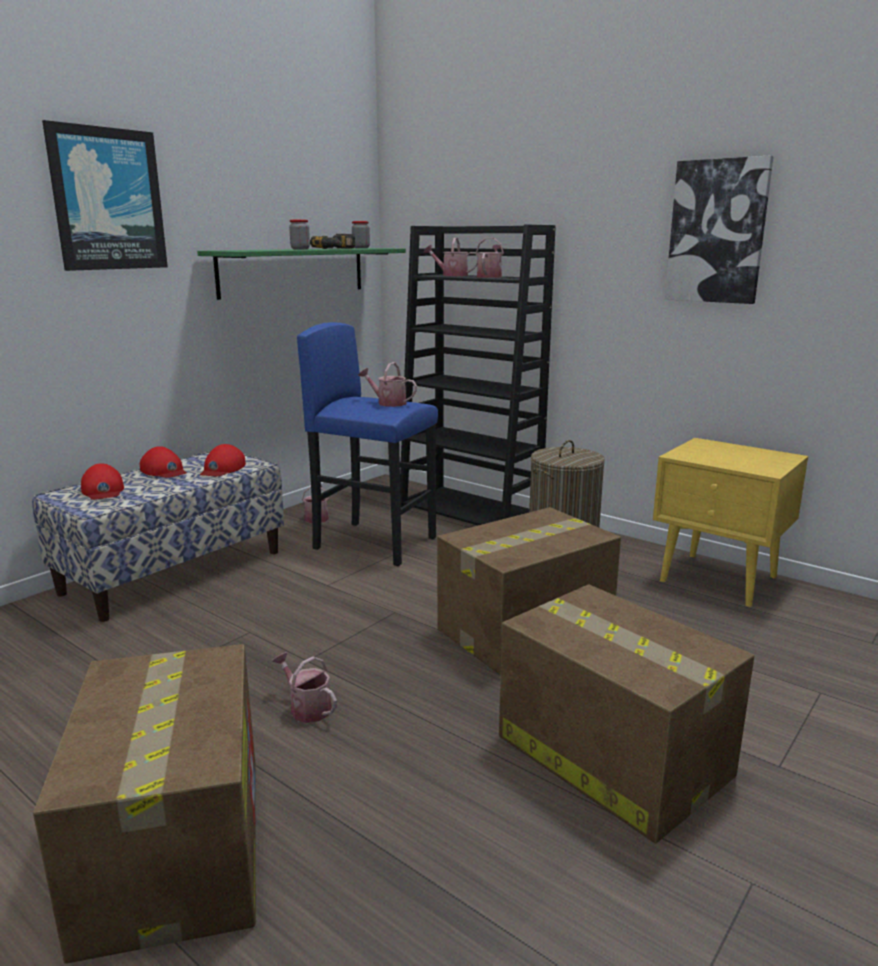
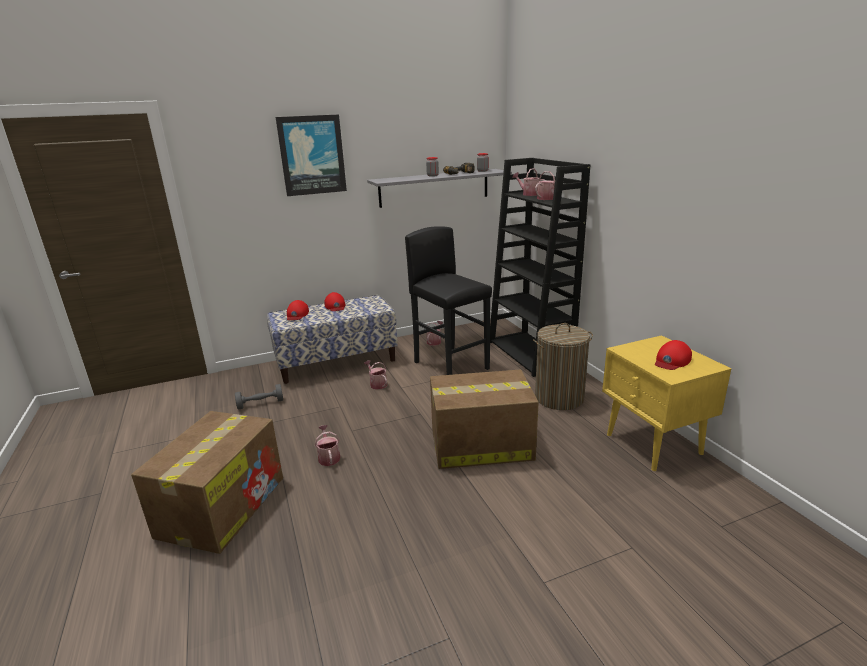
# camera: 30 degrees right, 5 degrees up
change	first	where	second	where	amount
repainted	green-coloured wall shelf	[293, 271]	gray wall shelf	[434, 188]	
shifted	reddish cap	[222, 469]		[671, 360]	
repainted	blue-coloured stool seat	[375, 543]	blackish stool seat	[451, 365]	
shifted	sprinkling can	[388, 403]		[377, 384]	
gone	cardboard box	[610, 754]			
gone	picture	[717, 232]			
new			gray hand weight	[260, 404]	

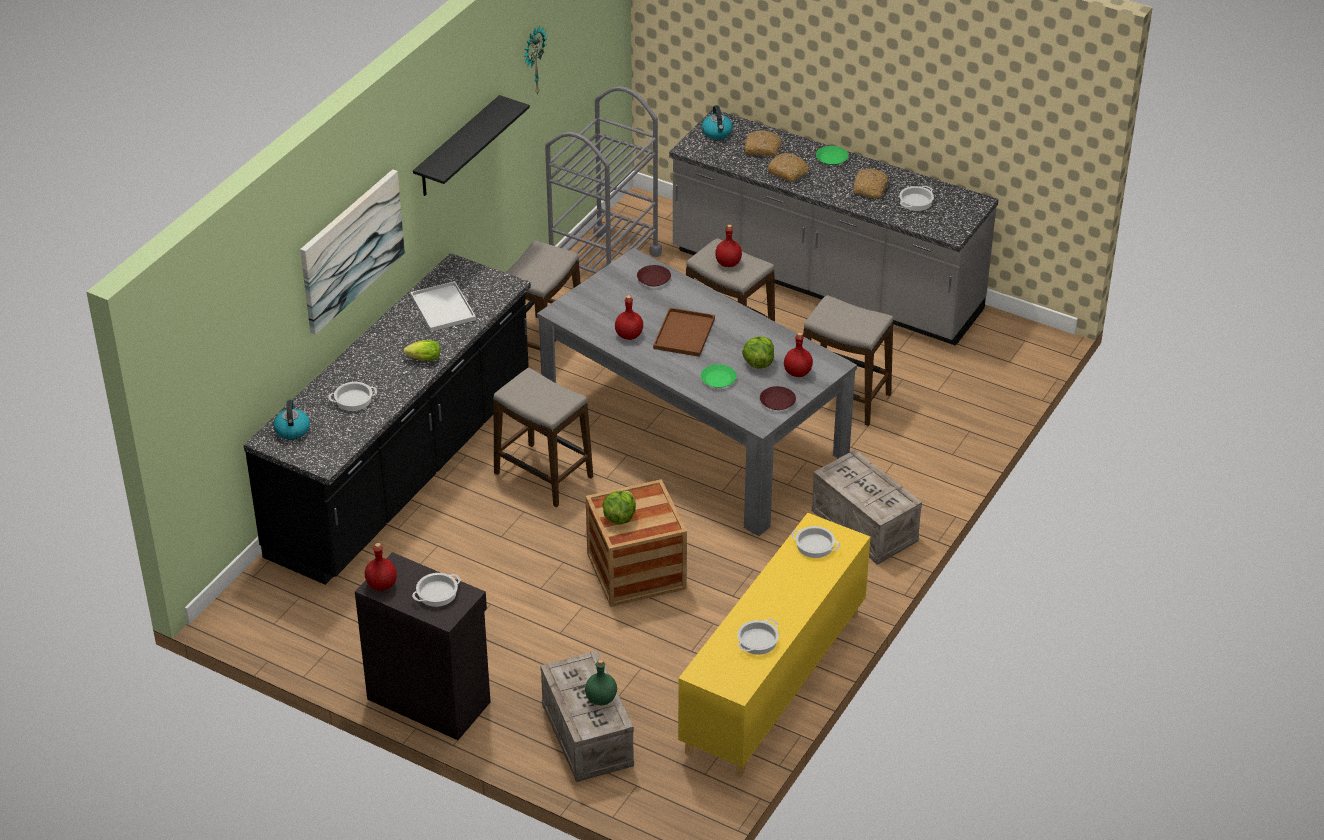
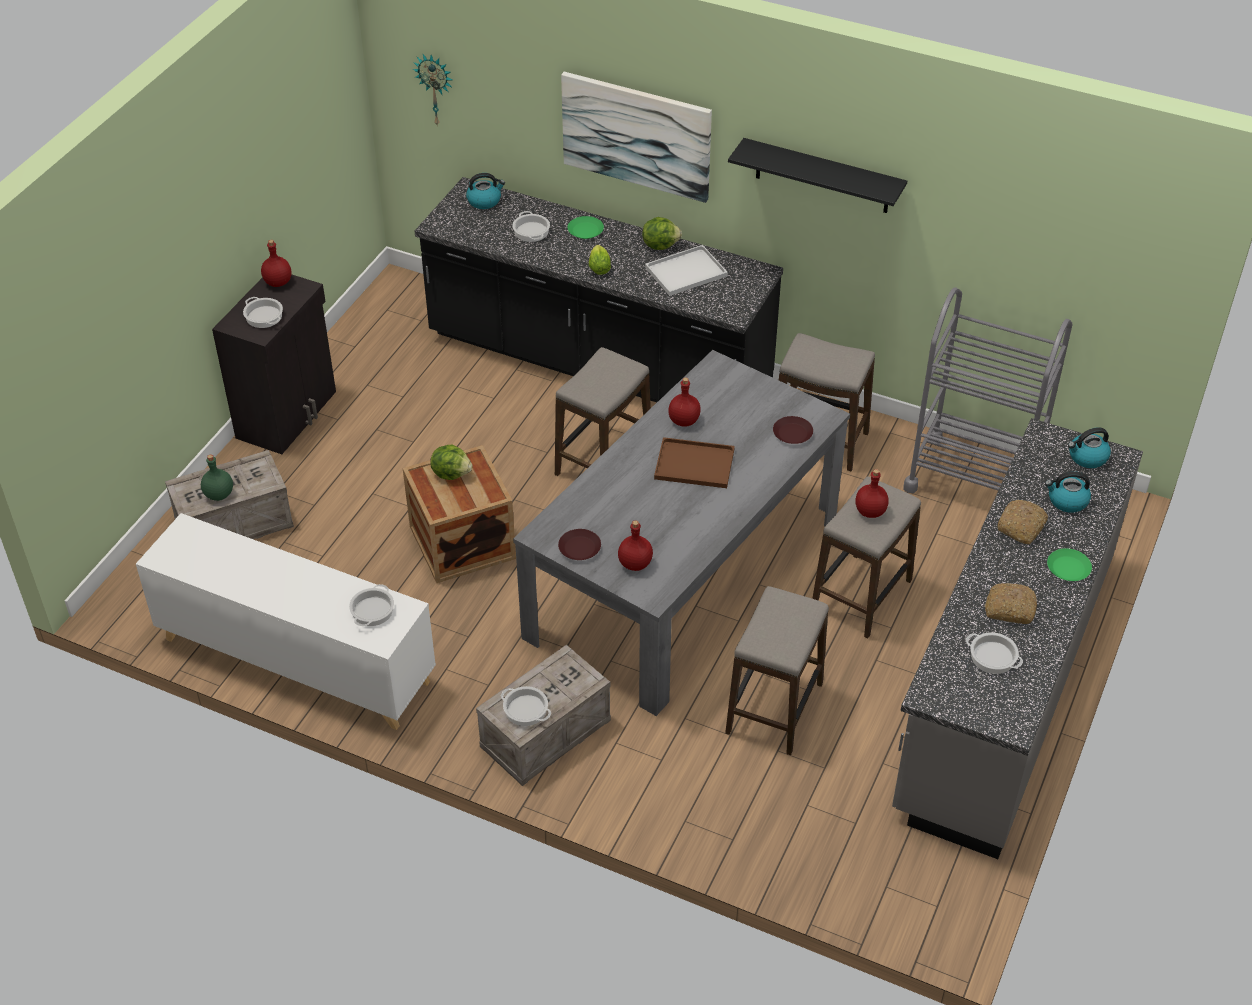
# camera: 85 degrees right, 5 degrees up
change	first	where	second	where	amount
shifted	clock on the wall	[533, 61]		[435, 88]	
repainted	yellow cupboard	[773, 683]	white-coloured cupboard	[295, 660]	
shifted	green-coloured dinner plate	[718, 379]		[586, 230]	
shifted	stockpot	[758, 641]		[525, 710]	
shifted	lettuce head	[758, 363]		[660, 245]	
swapped	bread	[763, 148]	tea kettle	[1067, 501]	

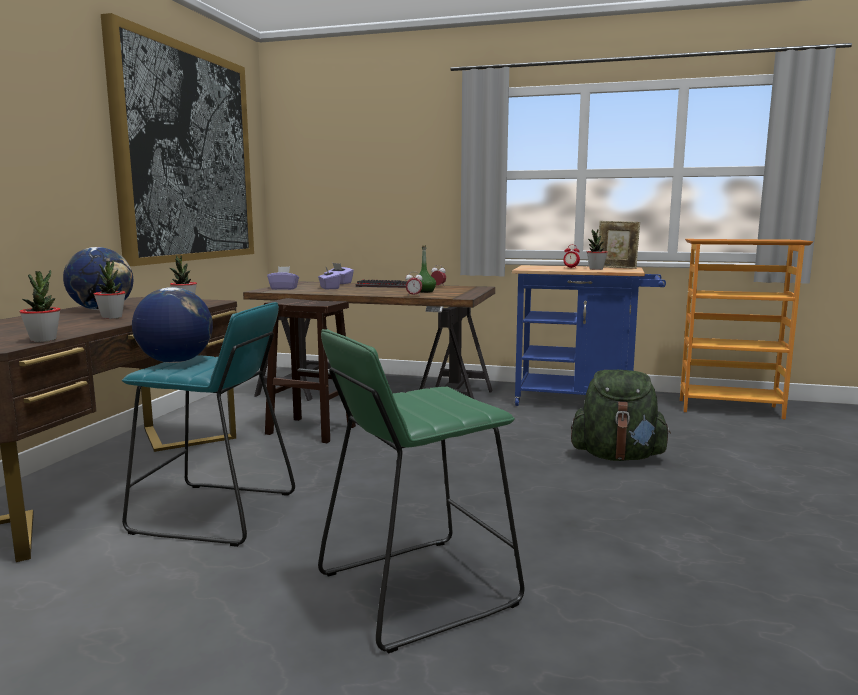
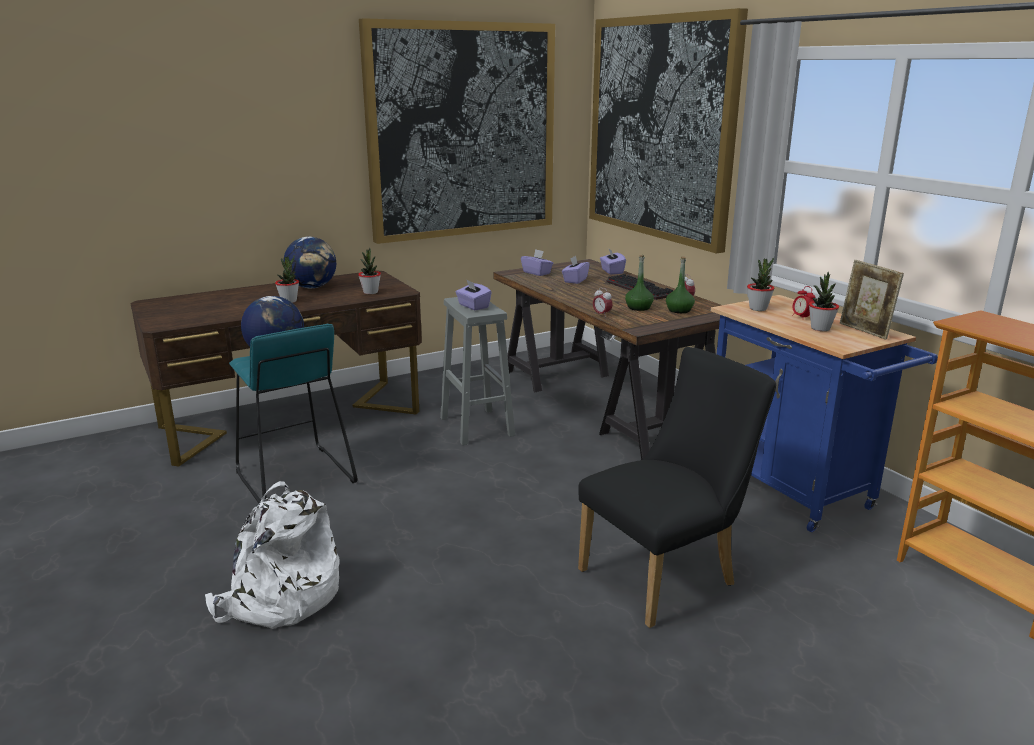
# camera: 45 degrees right, 10 degrees up
change	first	where	second	where	amount
shifted	potted plant	[43, 340]		[758, 308]	
repainted	brown stool seat	[309, 430]	gray stool seat	[476, 426]	
swapped	green-coloured stool seat	[417, 589]	white-coloured rucksack	[279, 598]	
swapped	green-coloured rucksack	[617, 456]	blackish chair	[666, 575]	
new			purple-coloured box of tissues	[473, 306]	
new			picture	[660, 129]	
new			green-coloured bottle	[679, 310]	

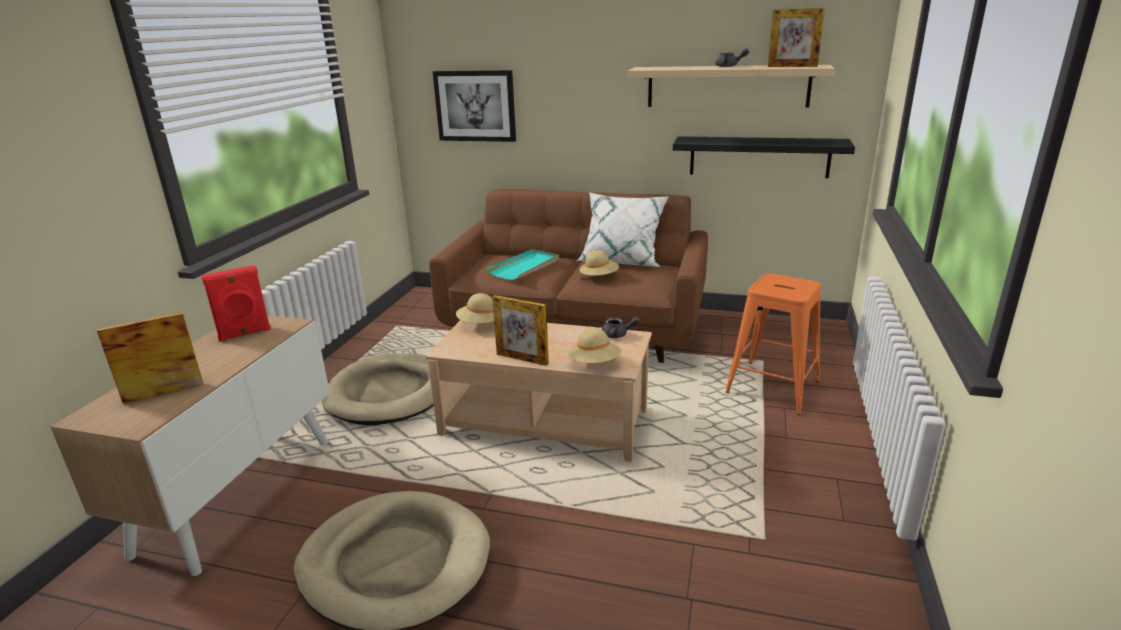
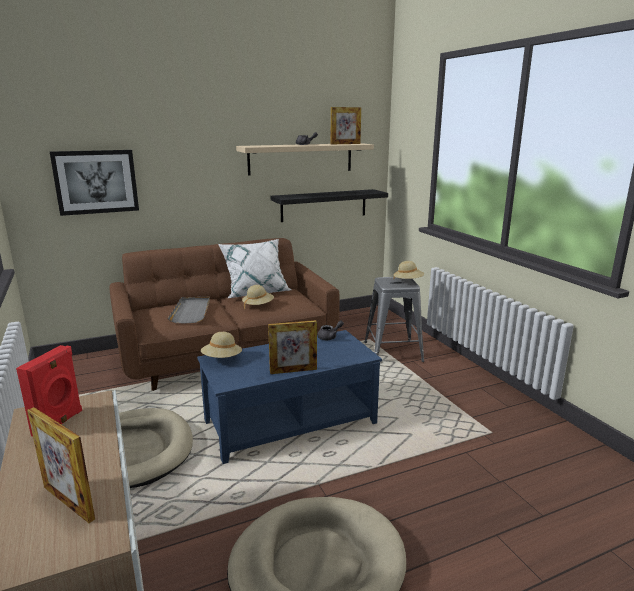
# camera: 40 degrees left, 5 degrees down
change	first	where	second	where	amount
rotated	standing frame	[163, 392]		[68, 502]	75 degrees counterclockwise
repainted	beige-coloured low table	[545, 421]	blue-coloured low table	[290, 421]	
repainted	turquoise-coloured tray	[525, 267]	gray tray	[191, 311]	
shifted	beige-coloured wearable hat	[595, 363]		[408, 281]	
repainted	orange-coloured stool seat	[773, 387]	gray stool seat	[393, 352]	

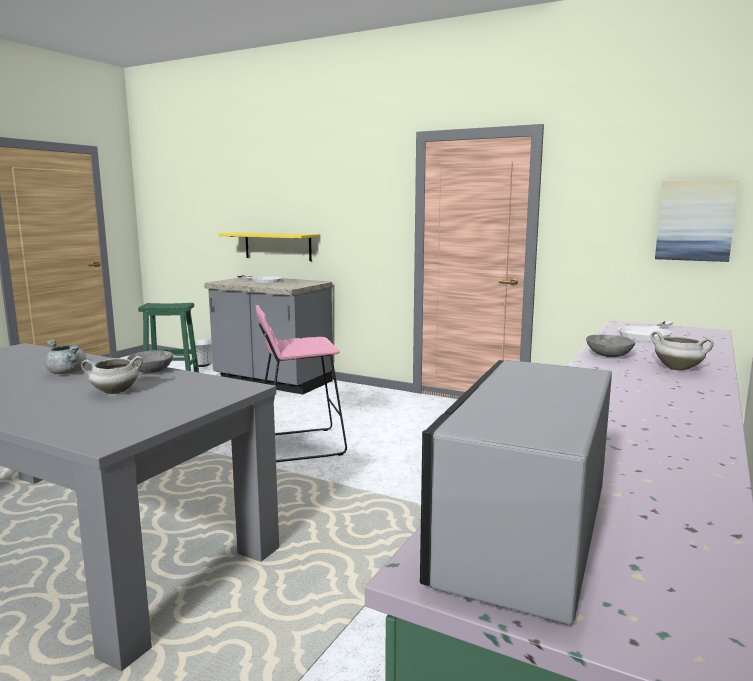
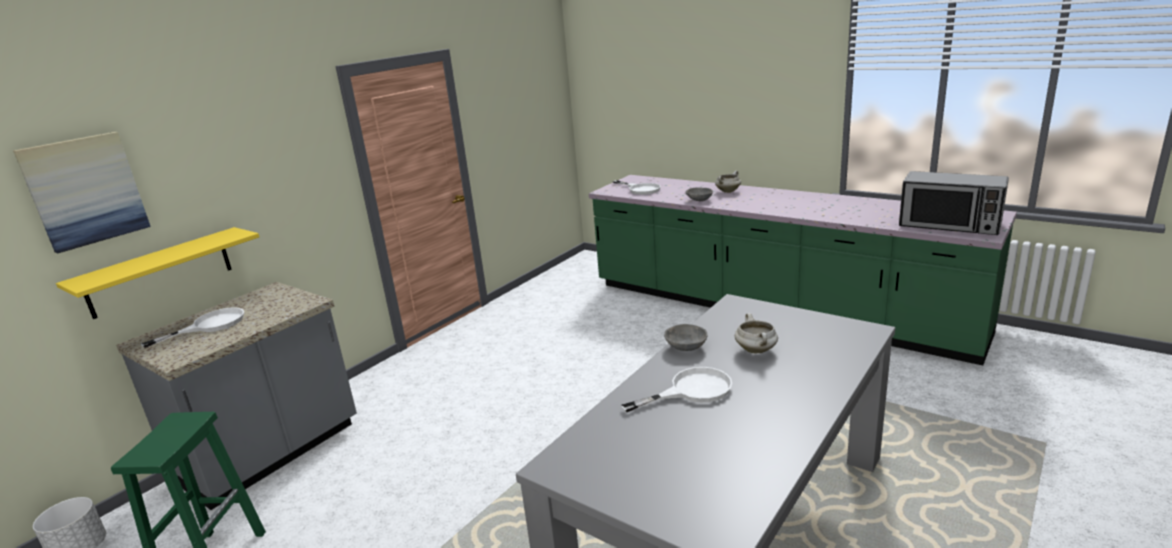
# camera: 80 degrees left, 10 degrees up
change	first	where	second	where	amount
swapped	gray stockpot	[67, 372]	white-coloured frying pan	[691, 390]	
gone	pink-coloured stool seat	[299, 445]			
shifted	picture	[695, 220]		[85, 190]	

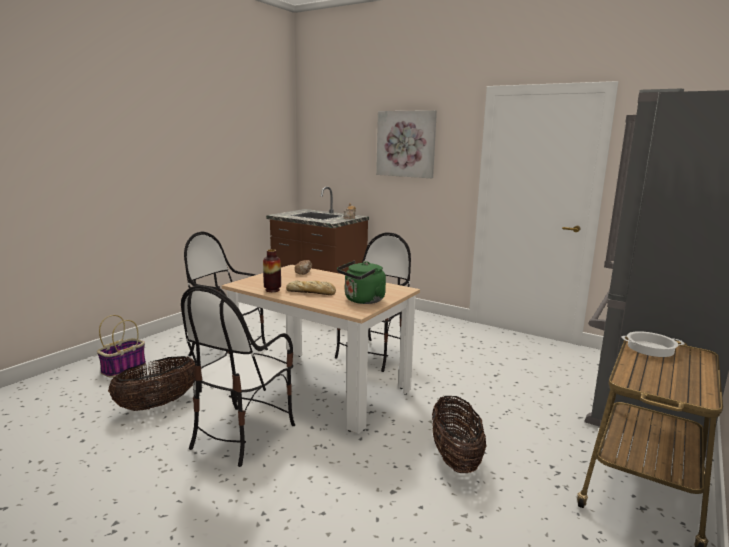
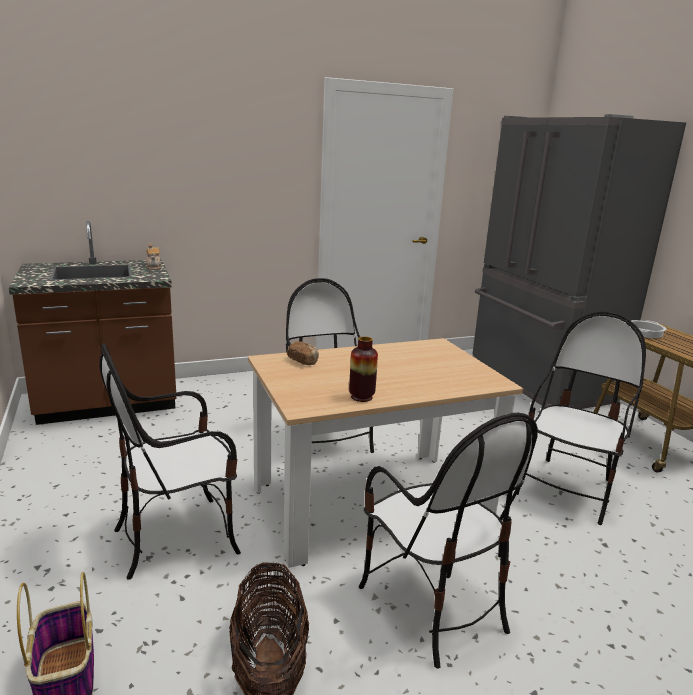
# camera: 55 degrees left, 5 degrees up
change	first	where	second	where	amount
gone	bread	[312, 292]			
gone	green-coloured tea kettle	[362, 300]			
gone	picture	[406, 144]			
swapped	basket	[455, 458]	chair	[567, 489]	

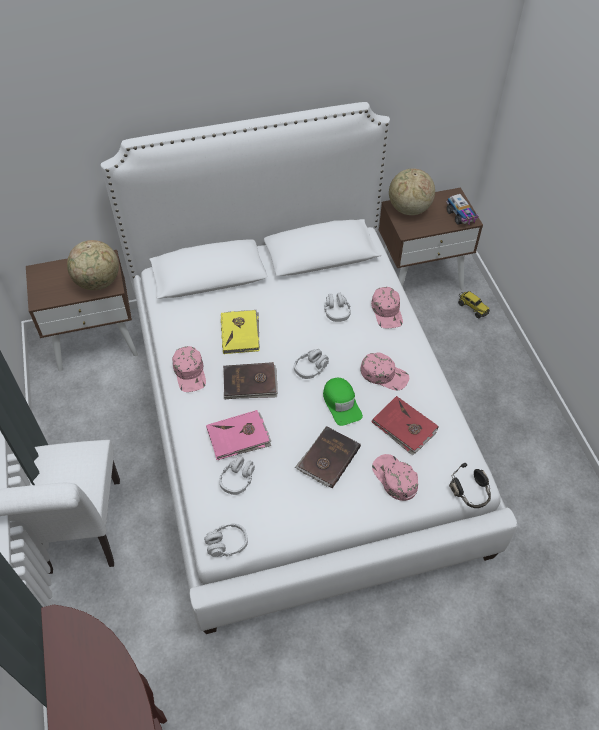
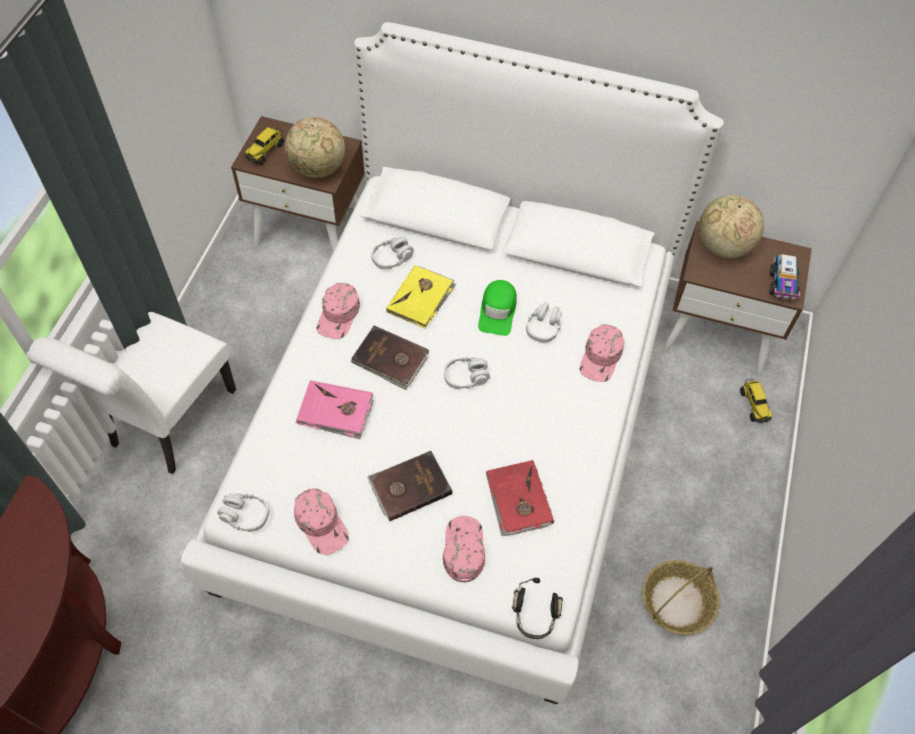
# camera: 30 degrees right, 5 degrees up
change	first	where	second	where	amount
shifted	gray headset	[237, 479]		[392, 258]	
shifted	green-coloured cap	[341, 403]		[498, 311]	
shifted	pink-coloured cap	[384, 374]		[322, 523]	
new			toy lorry	[265, 151]	
new			basket	[677, 602]	

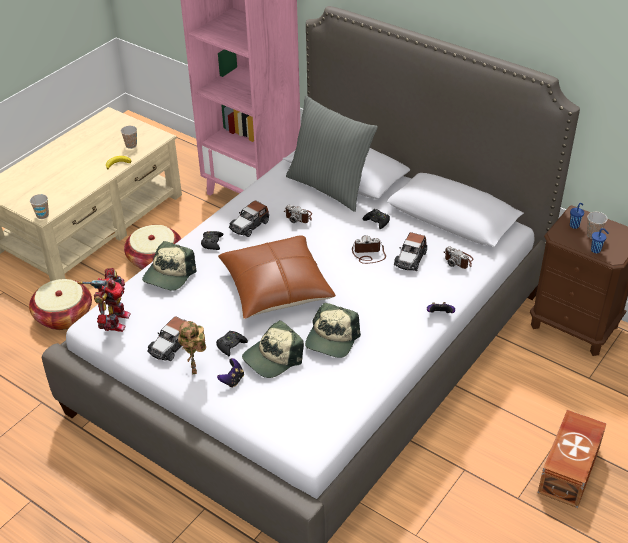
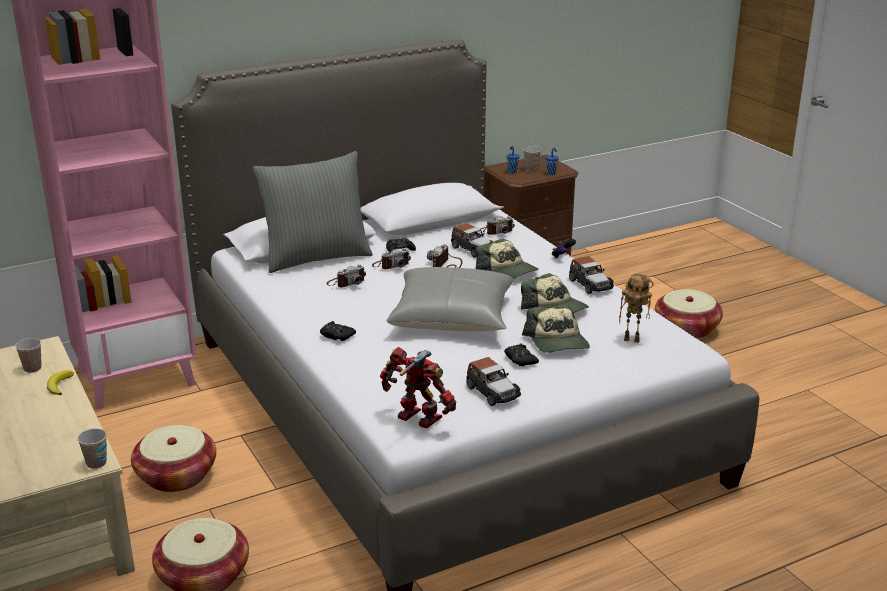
# camera: 65 degrees left, 15 degrees down
change	first	where	second	where	amount
shifted	cap	[169, 275]		[507, 271]	
shifted	toy robot	[195, 369]		[633, 339]	
gone	joypad	[232, 380]			
repainted	brown cushion	[276, 288]	gray cushion	[452, 317]	
shifted	miniature car	[250, 225]		[590, 284]	
swapped	brown storage bin	[570, 469]	basket	[686, 329]	
new			photo camera	[391, 265]	

